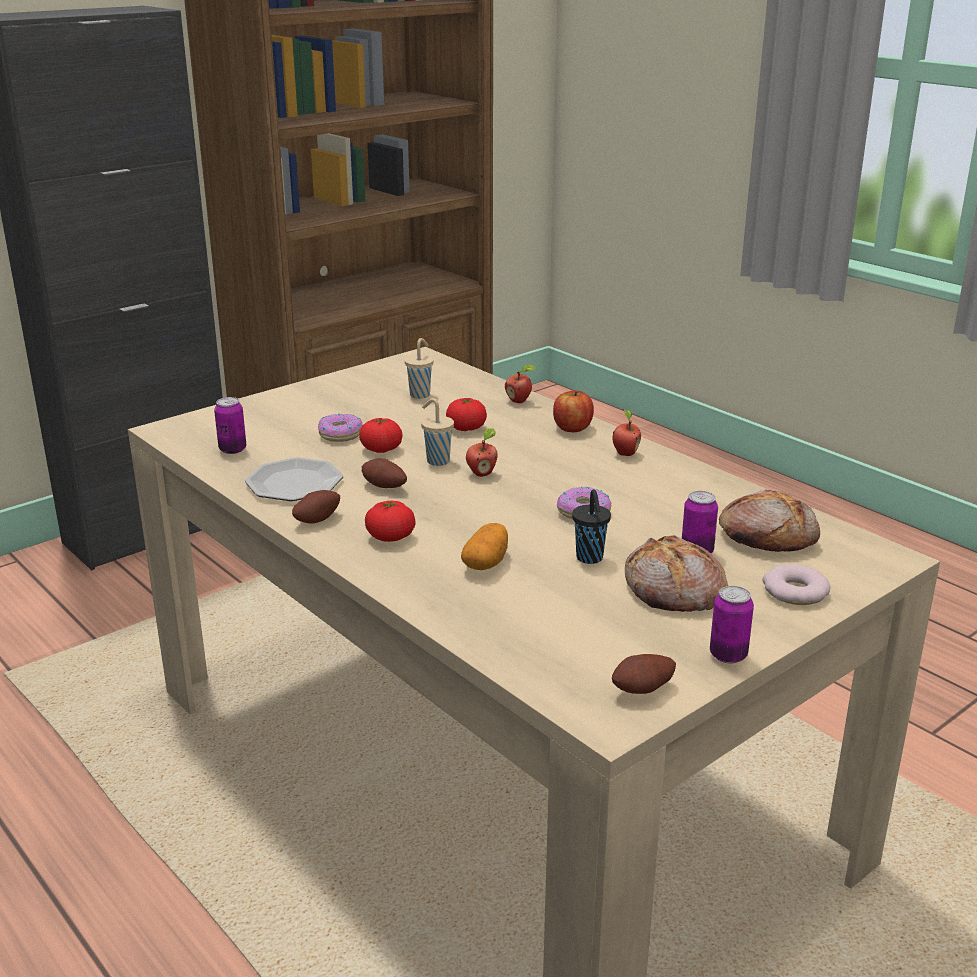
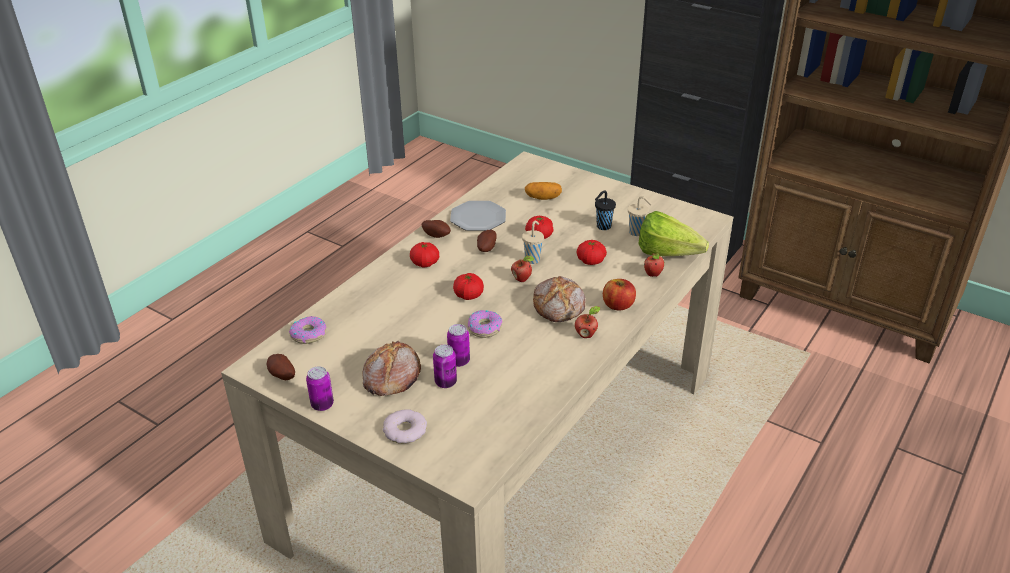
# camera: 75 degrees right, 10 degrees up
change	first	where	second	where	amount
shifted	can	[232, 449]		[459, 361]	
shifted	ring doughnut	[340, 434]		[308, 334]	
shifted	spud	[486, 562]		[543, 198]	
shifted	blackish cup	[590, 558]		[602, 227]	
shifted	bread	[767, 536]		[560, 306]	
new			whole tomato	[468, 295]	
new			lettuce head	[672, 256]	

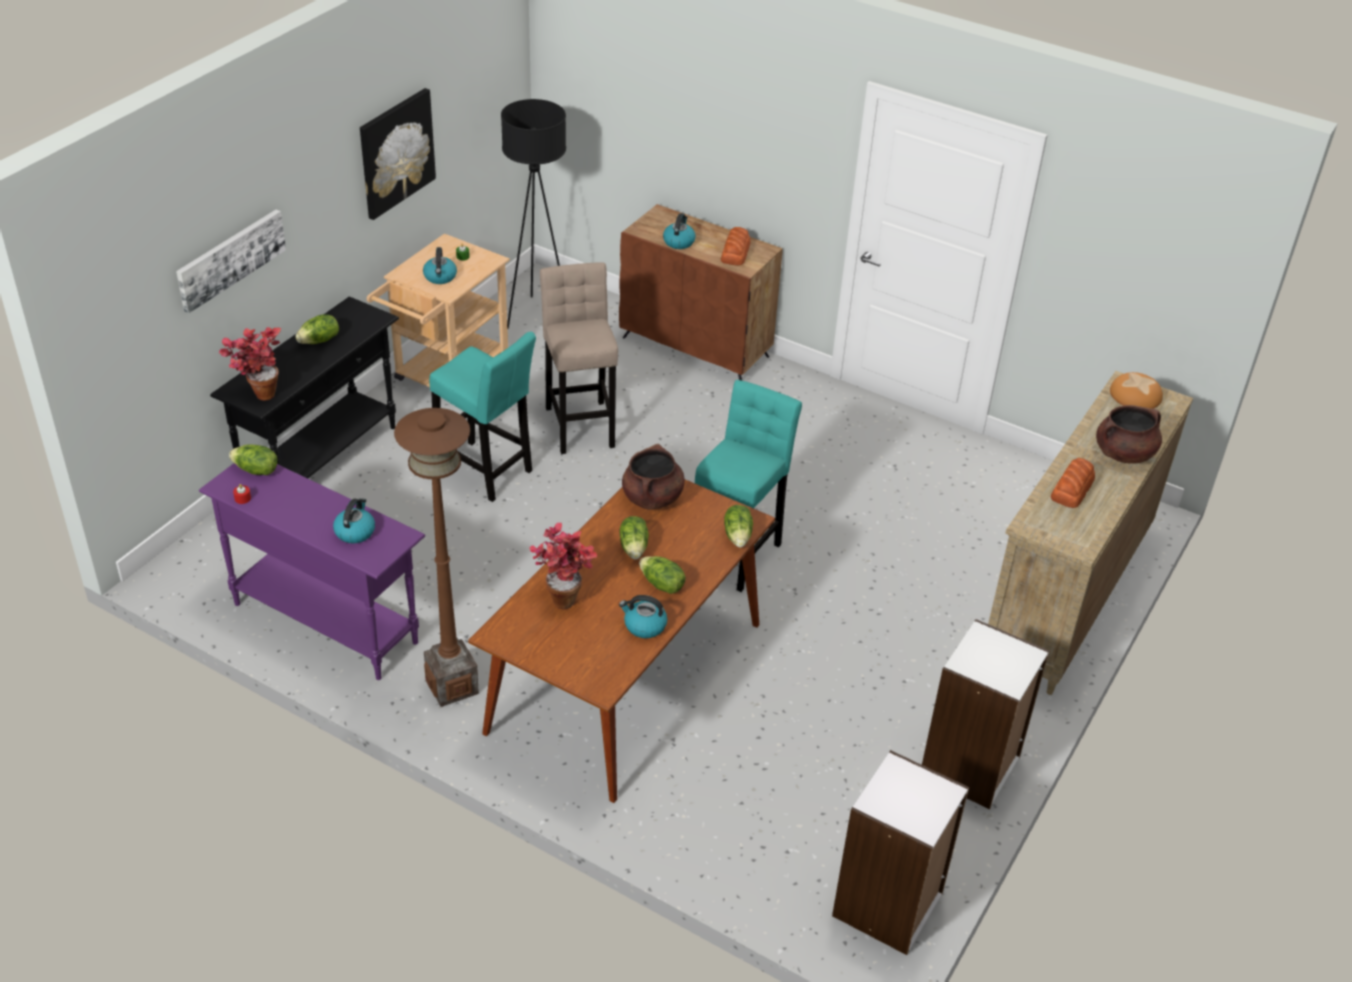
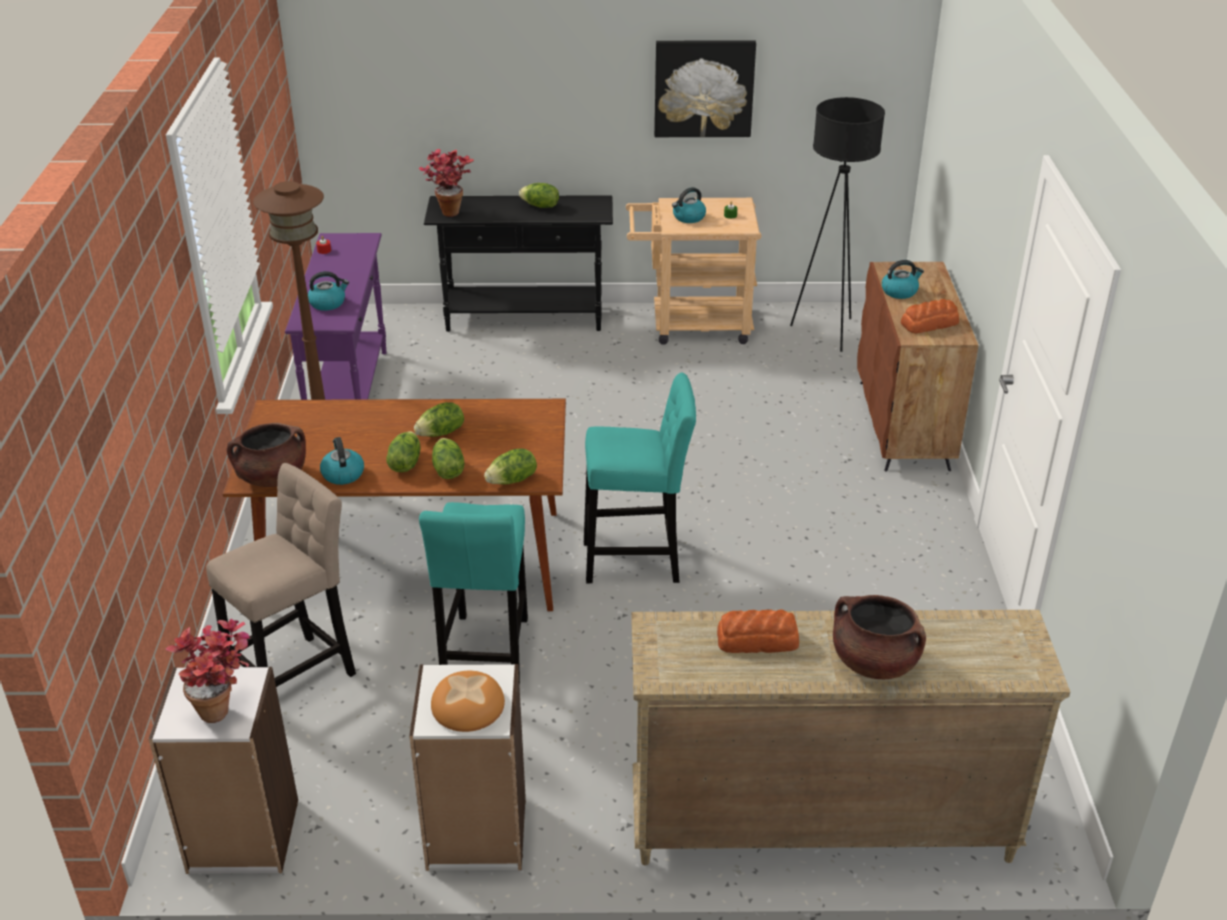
# camera: 60 degrees right, 5 degrees down
change	first	where	second	where	amount
gone	picture	[230, 259]			
shifted	lettuce head	[256, 470]		[447, 470]	
shifted	turquoise-coloured stool seat	[486, 473]		[485, 655]	
shifted	potted plant	[563, 596]		[224, 708]	
shifted	beige-coloured stool seat	[580, 423]		[298, 676]	
shifted	brown stockpot	[652, 498]		[272, 477]	
shifted	bread	[1136, 395]		[468, 706]	

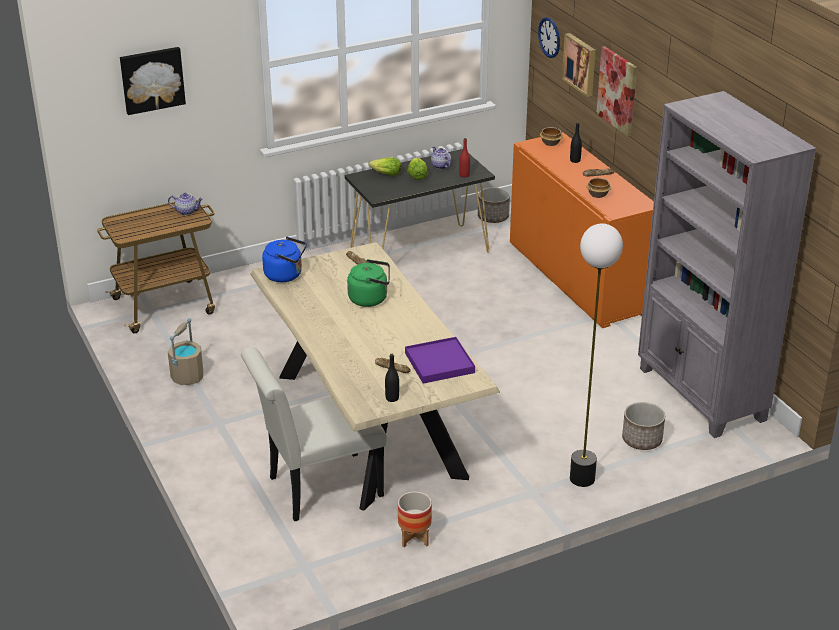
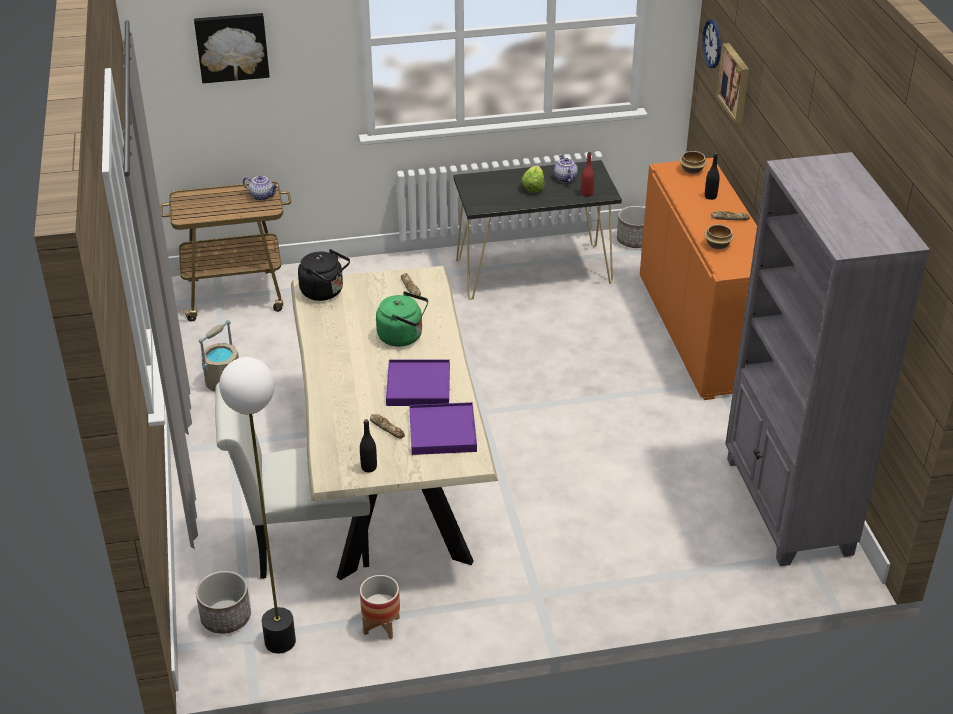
# camera: 15 degrees right, 5 degrees up
change	first	where	second	where	amount
repainted	blue-coloured tea kettle	[286, 275]	blackish tea kettle	[325, 292]	
gone	lettuce head	[386, 174]			
shifted	standard lamp	[582, 479]		[280, 642]	
gone	picture	[617, 90]			
shifted	planter	[642, 440]		[226, 617]	
new			purple-coloured tray	[418, 386]	

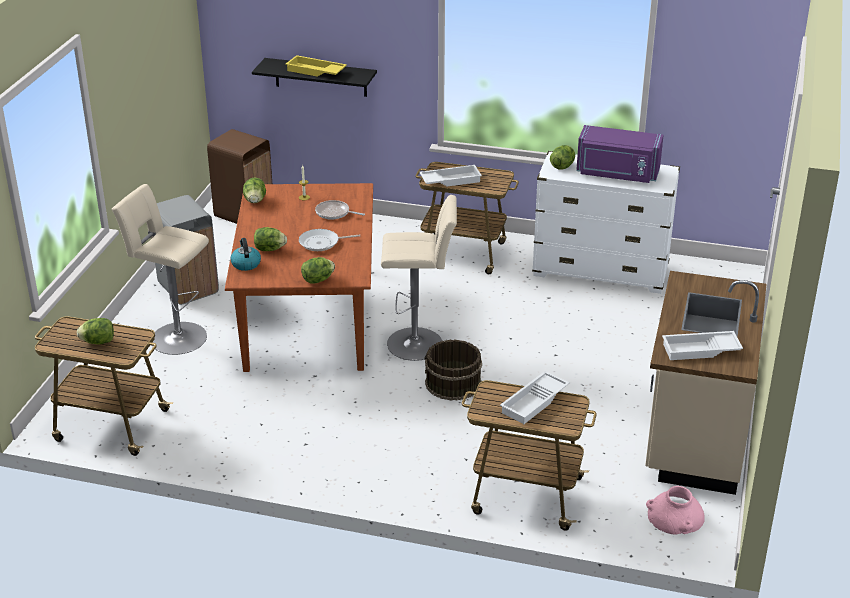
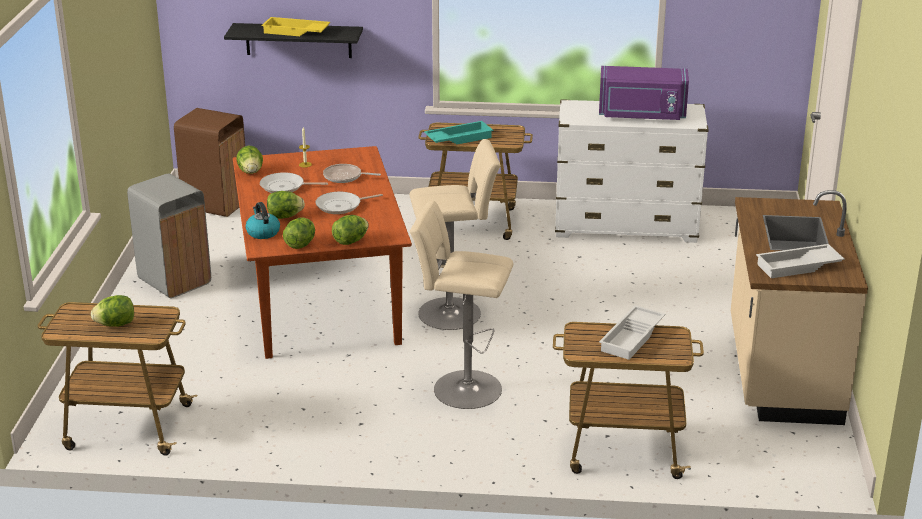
# camera: 10 degrees left, 5 degrees down
change	first	where	second	where	amount
shifted	beige-coloured stool seat	[174, 337]		[462, 388]	
repainted	white-coloured tray	[450, 180]	turquoise-coloured tray	[459, 138]	
gone	brown pail	[453, 384]			
shifted	lettuce head	[562, 166]		[300, 244]	
gone	pink-coloured decorative vase	[675, 517]			
new			frying pan	[285, 187]	

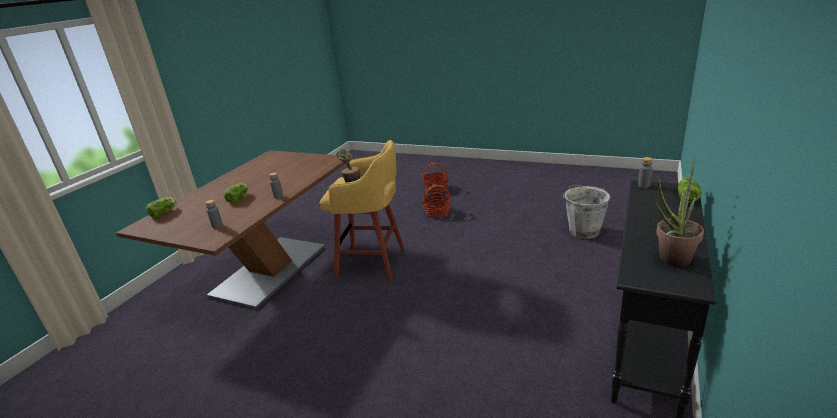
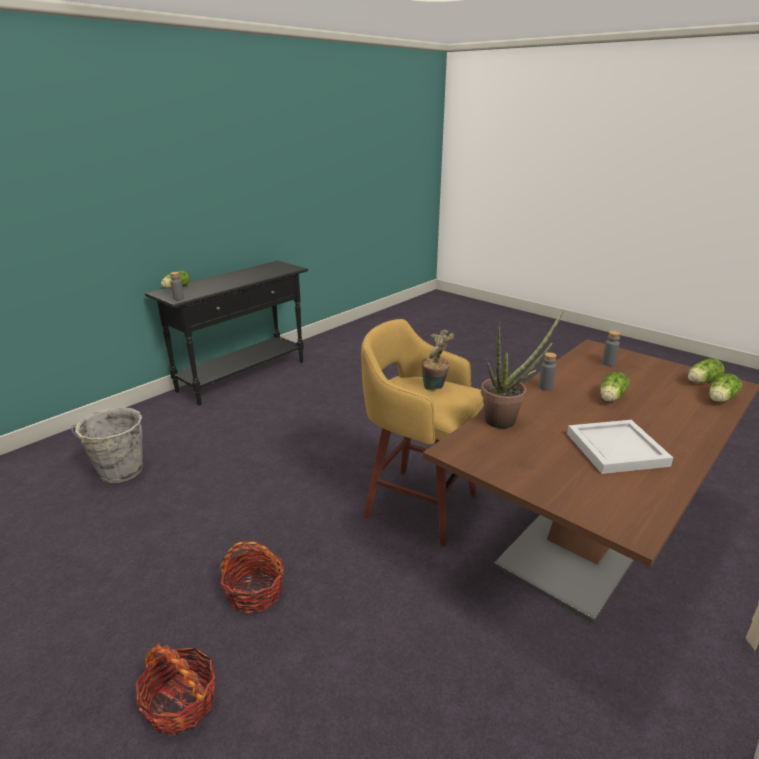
# camera: 165 degrees left, 0 degrees up
change	first	where	second	where	amount
shifted	potted plant	[670, 261]		[506, 419]	
new			white-coloured tray	[618, 450]	
new			lettuce head	[701, 382]	

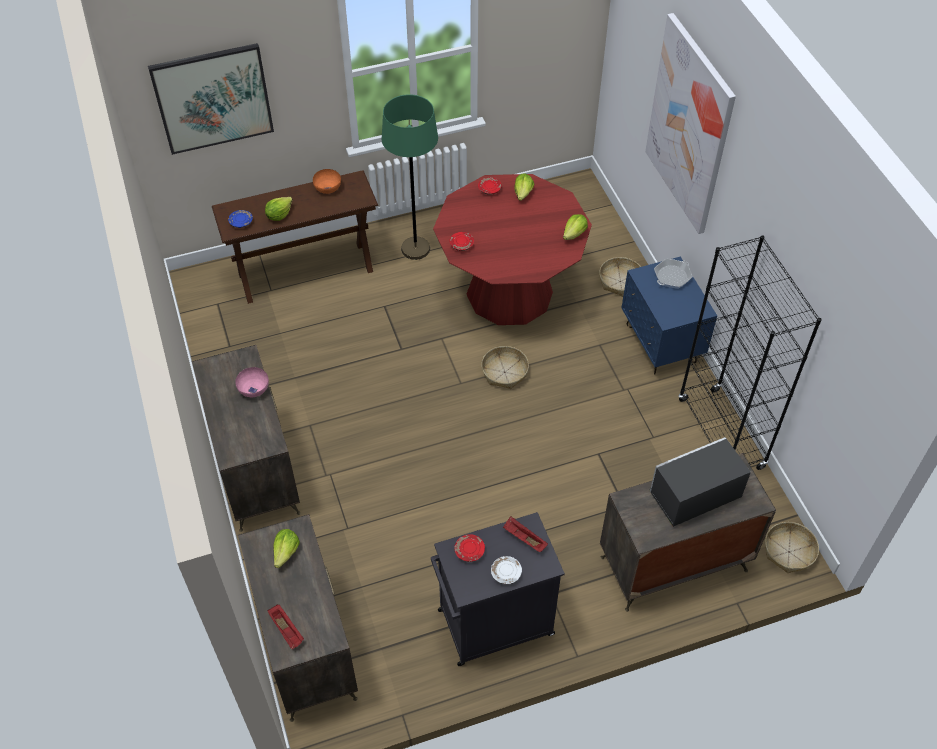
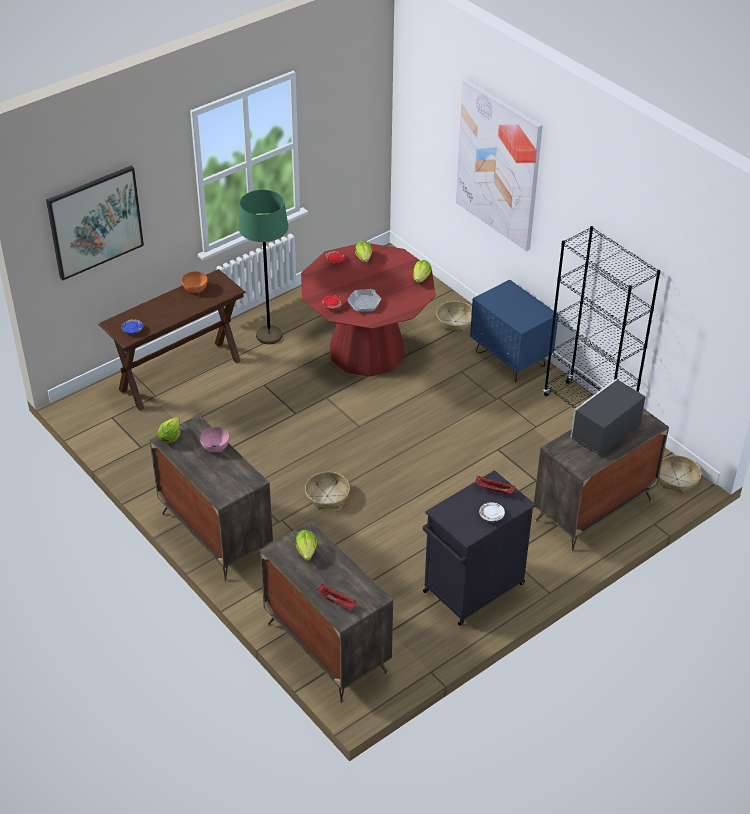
# camera: 20 degrees left, 10 degrees down
change	first	where	second	where	amount
shifted	lettuce head	[279, 215]		[170, 437]	
gone	reddish dinner plate	[469, 551]			
shifted	basket	[504, 372]		[327, 496]	
shifted	frying pan	[672, 276]		[364, 303]	

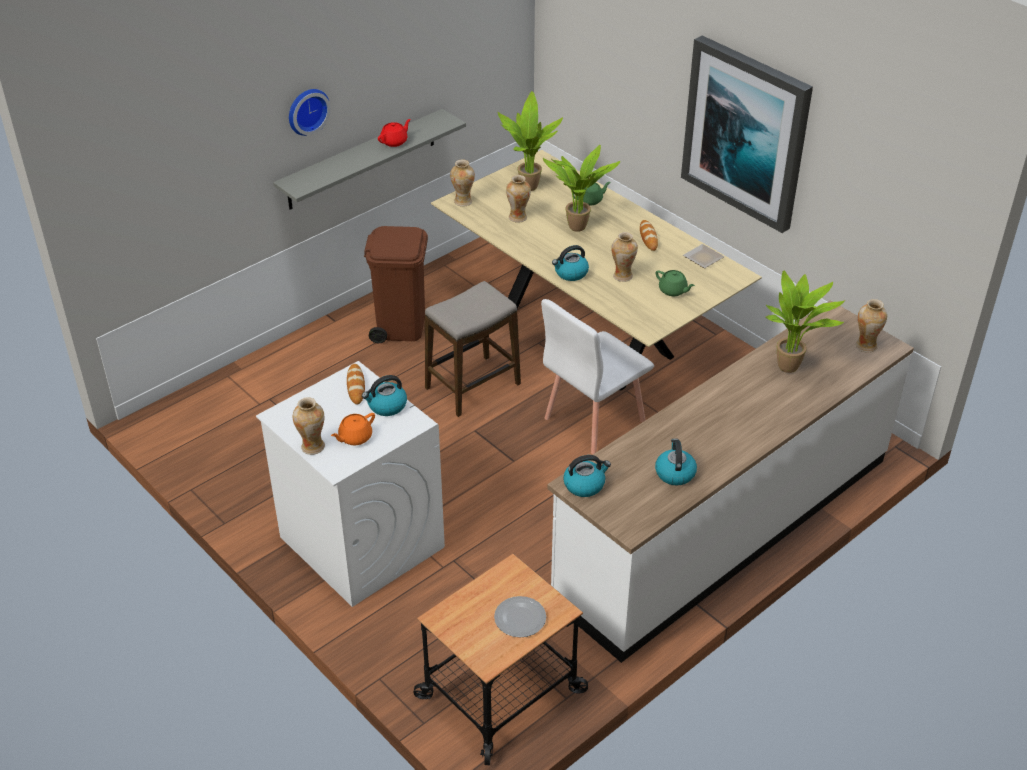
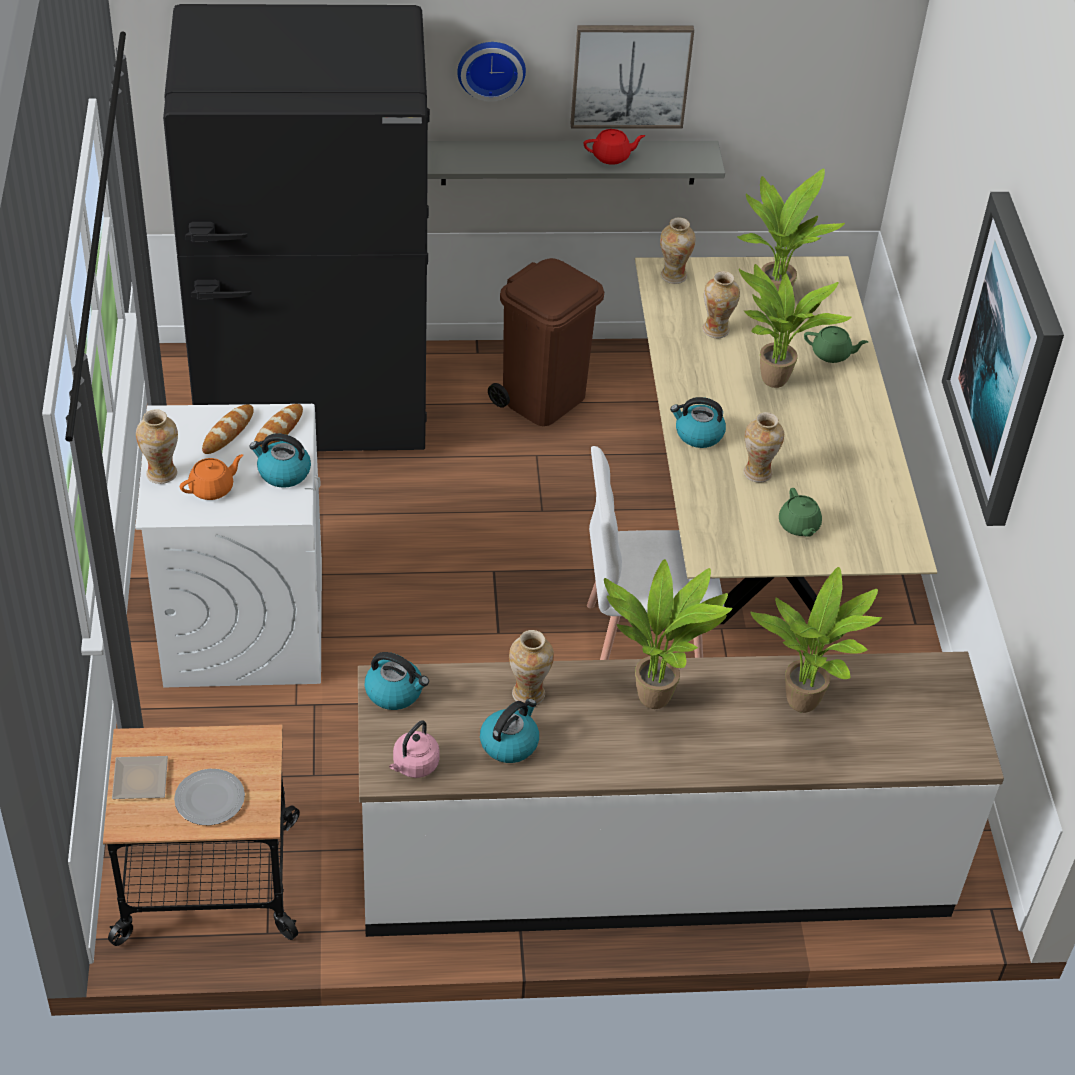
# camera: 35 degrees right, 5 degrees up
change	first	where	second	where	amount
rotated	orange-coloured pot for tea	[354, 437]		[212, 488]	150 degrees clockwise
gone	stool seat	[472, 386]			
shifted	bread	[648, 237]		[228, 432]	
shifted	dinner plate	[701, 258]		[138, 778]	
shifted	decorative vase	[866, 346]		[528, 693]	
new			blackish fridge	[313, 403]	
new			pink-coloured tea kettle	[414, 766]	
new			picture	[630, 75]	
new			potted plant	[657, 696]	

